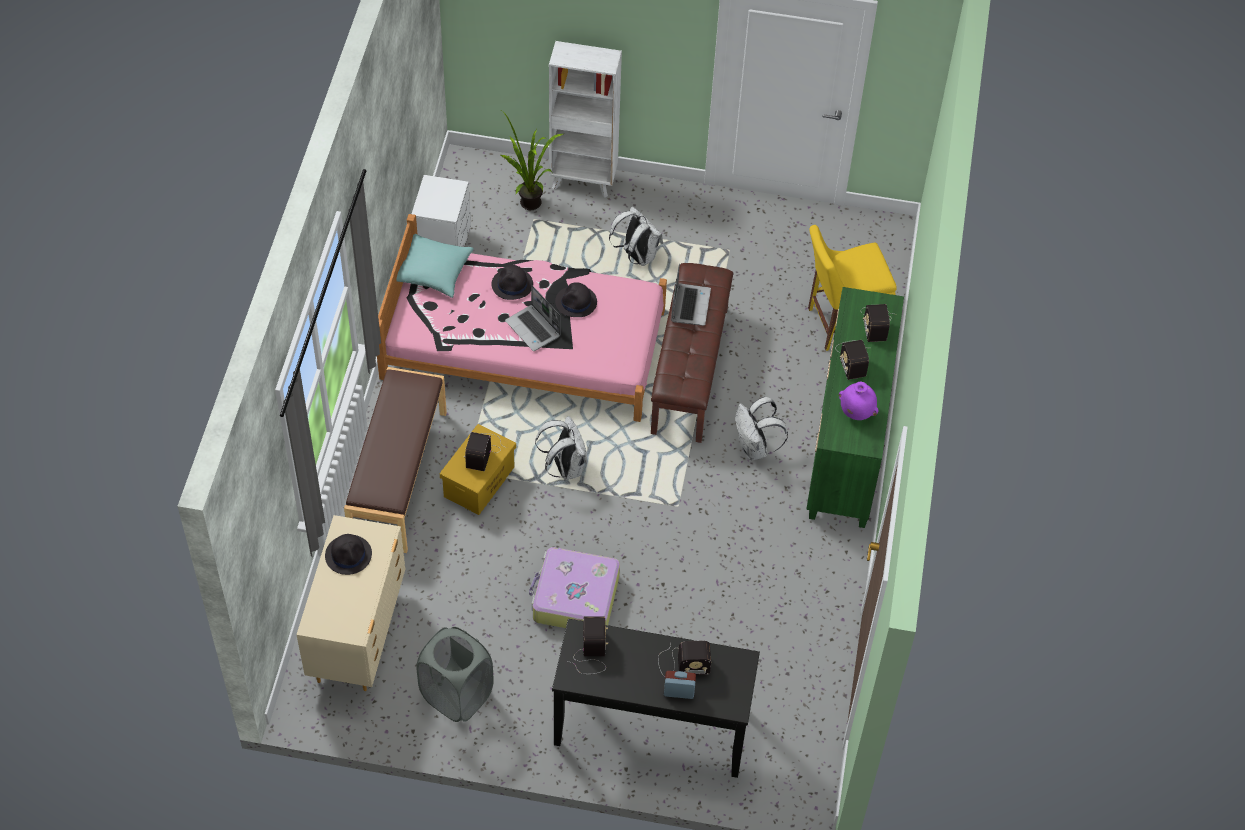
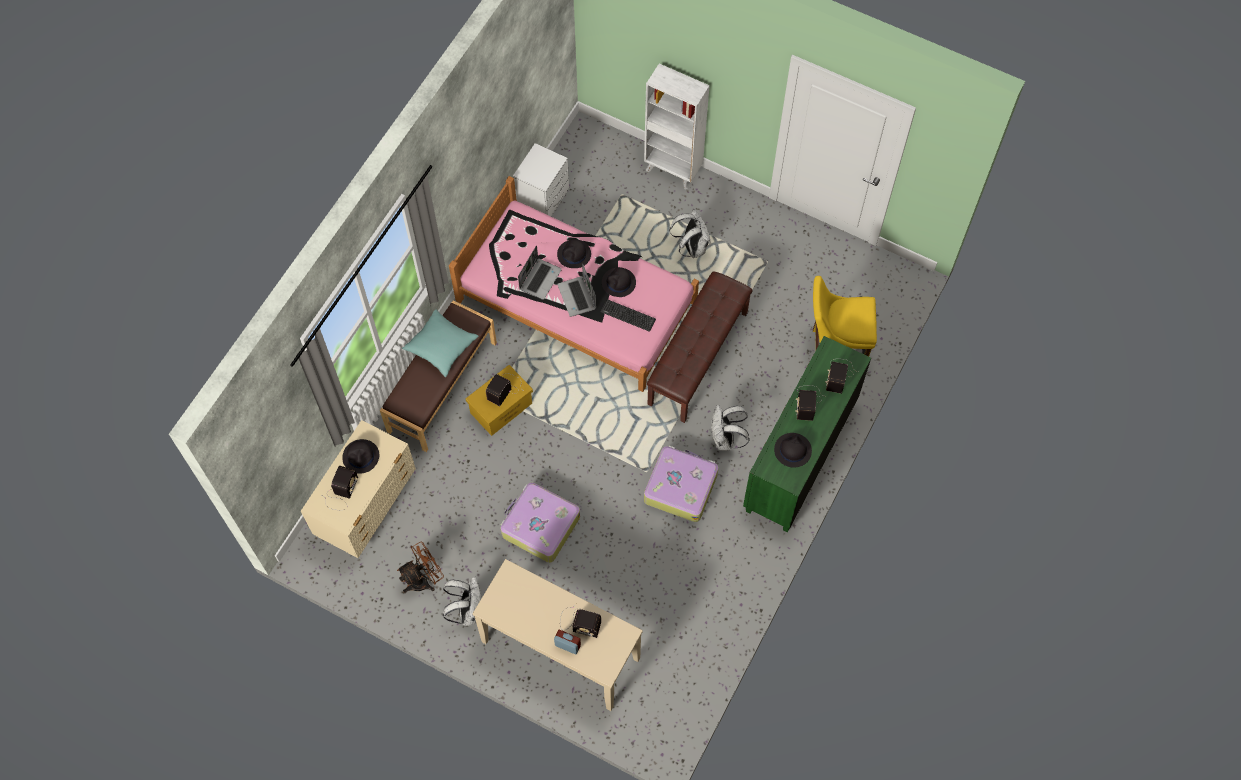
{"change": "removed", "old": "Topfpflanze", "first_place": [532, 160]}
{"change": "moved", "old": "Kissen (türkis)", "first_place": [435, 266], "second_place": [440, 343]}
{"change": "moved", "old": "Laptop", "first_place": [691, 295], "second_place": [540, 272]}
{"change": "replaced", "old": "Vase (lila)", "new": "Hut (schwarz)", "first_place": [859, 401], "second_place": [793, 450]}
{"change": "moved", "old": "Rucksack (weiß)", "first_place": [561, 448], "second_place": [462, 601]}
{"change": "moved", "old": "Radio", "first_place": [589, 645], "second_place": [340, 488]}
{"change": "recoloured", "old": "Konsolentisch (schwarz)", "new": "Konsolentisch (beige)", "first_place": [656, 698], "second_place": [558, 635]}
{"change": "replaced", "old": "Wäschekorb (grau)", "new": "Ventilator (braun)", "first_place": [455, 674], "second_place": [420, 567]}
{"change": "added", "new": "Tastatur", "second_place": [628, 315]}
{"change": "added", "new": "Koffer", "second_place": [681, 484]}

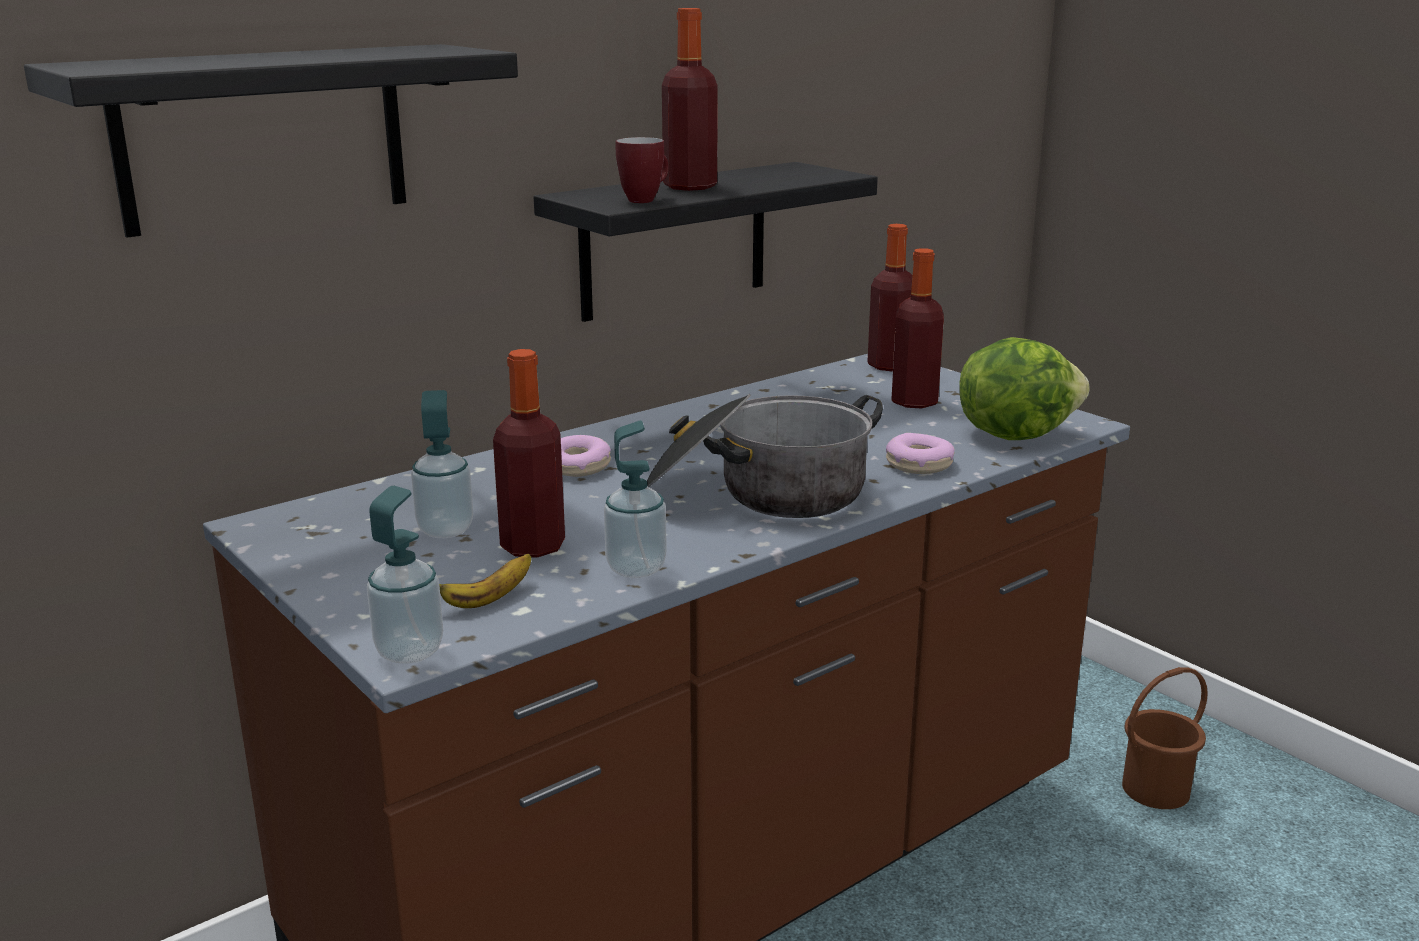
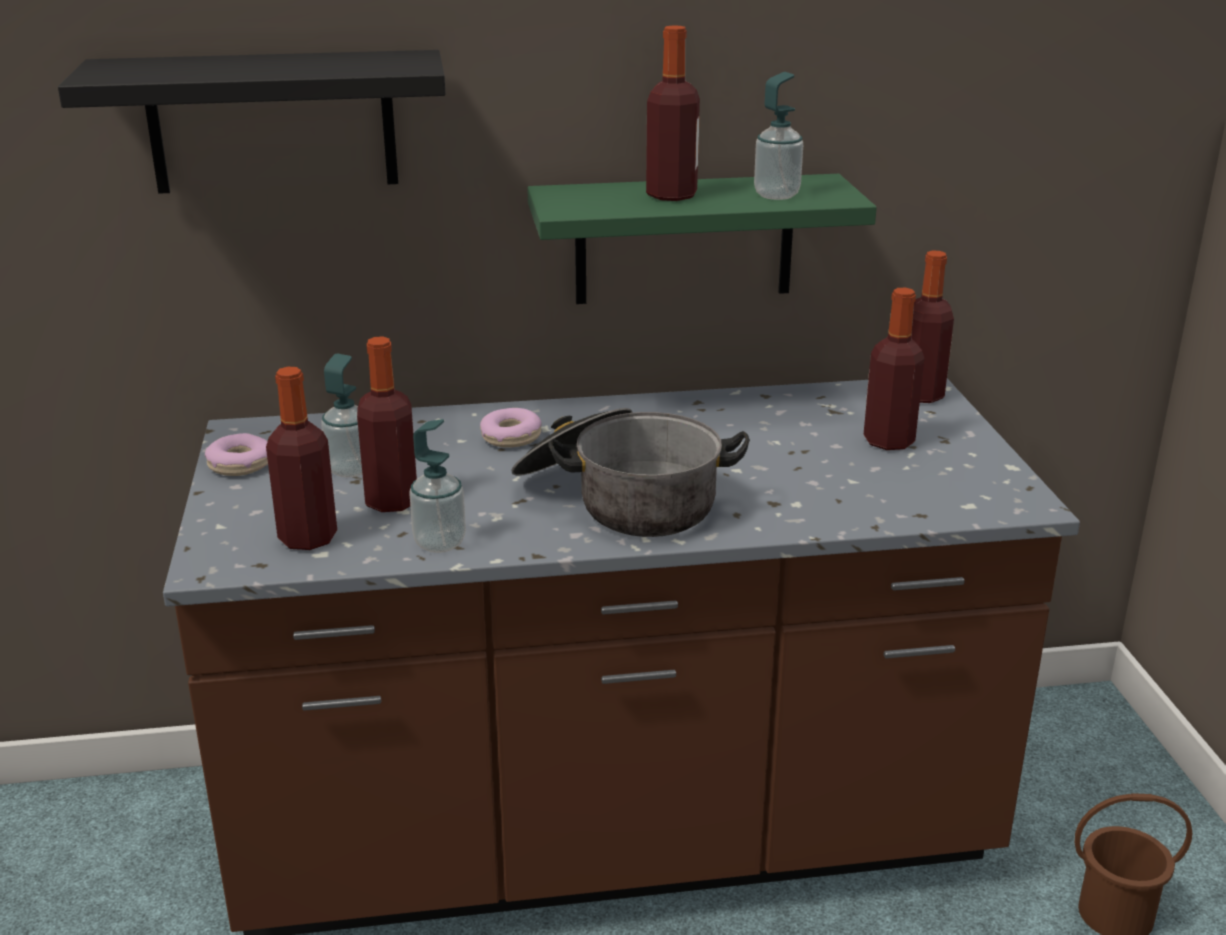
{"change": "removed", "old": "Henkelbecher", "first_place": [642, 170]}
{"change": "recoloured", "old": "Wandregal (schwarz)", "new": "Wandregal (grün)", "first_place": [706, 242], "second_place": [702, 239]}
{"change": "removed", "old": "Salatkopf", "first_place": [1024, 388]}
{"change": "moved", "old": "Donut", "first_place": [920, 453], "second_place": [236, 454]}
{"change": "moved", "old": "Seifenspender", "first_place": [405, 575], "second_place": [778, 136]}
{"change": "replaced", "old": "Banane", "new": "Flasche", "first_place": [485, 581], "second_place": [301, 458]}

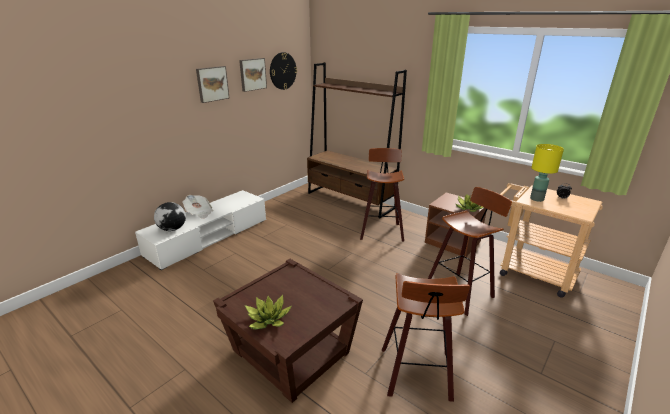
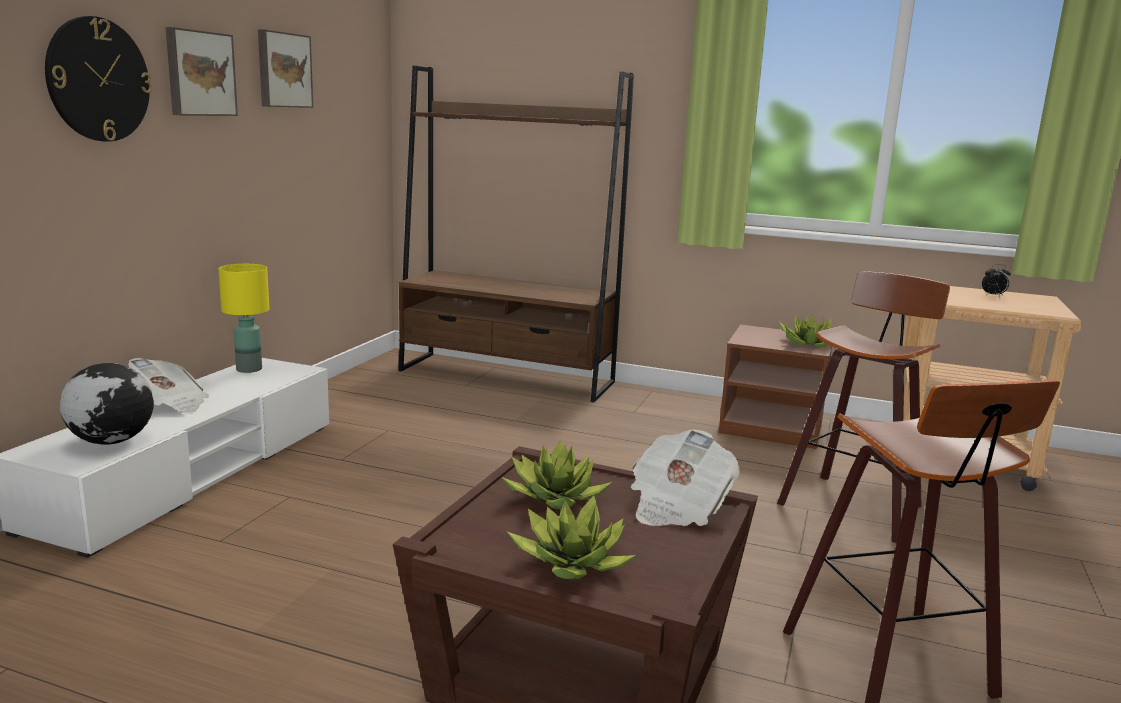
{"change": "moved", "old": "Wanduhr", "first_place": [283, 71], "second_place": [98, 79]}
{"change": "moved", "old": "Tischlampe (gelb)", "first_place": [547, 173], "second_place": [243, 318]}
{"change": "removed", "old": "Hocker", "first_place": [382, 194]}
{"change": "added", "new": "Zeitung", "second_place": [685, 477]}
{"change": "added", "new": "Topfpflanze", "second_place": [557, 474]}

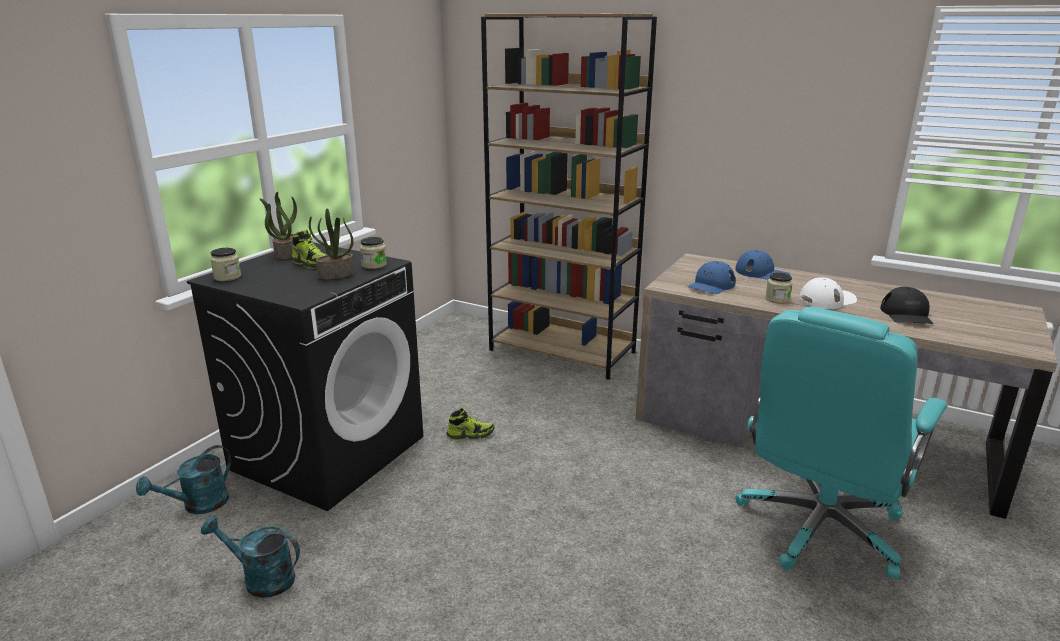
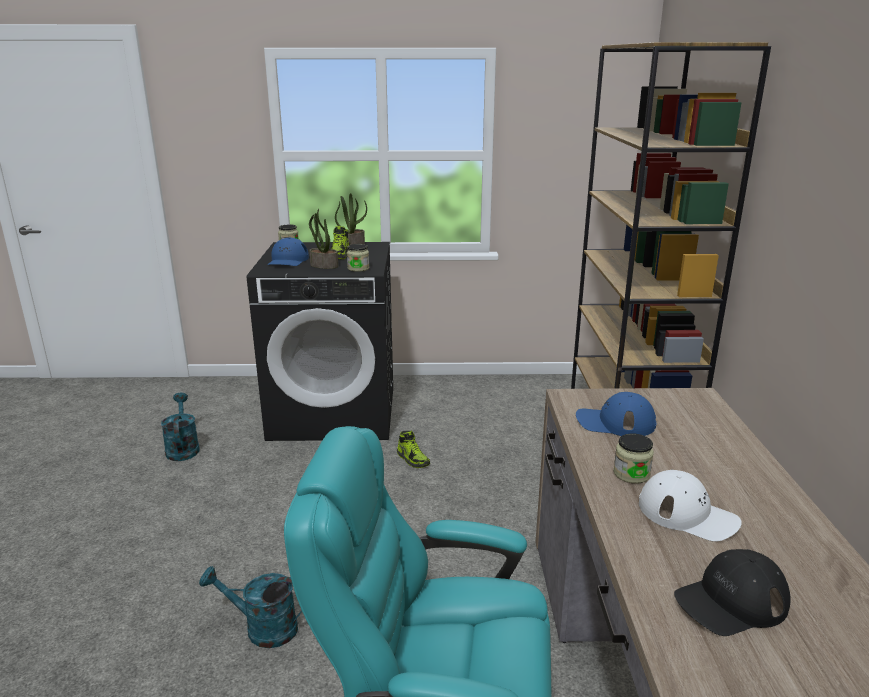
{"change": "moved", "old": "Kappe (blau)", "first_place": [762, 265], "second_place": [288, 252]}
{"change": "moved", "old": "Gießkanne (türkis)", "first_place": [183, 479], "second_place": [250, 607]}

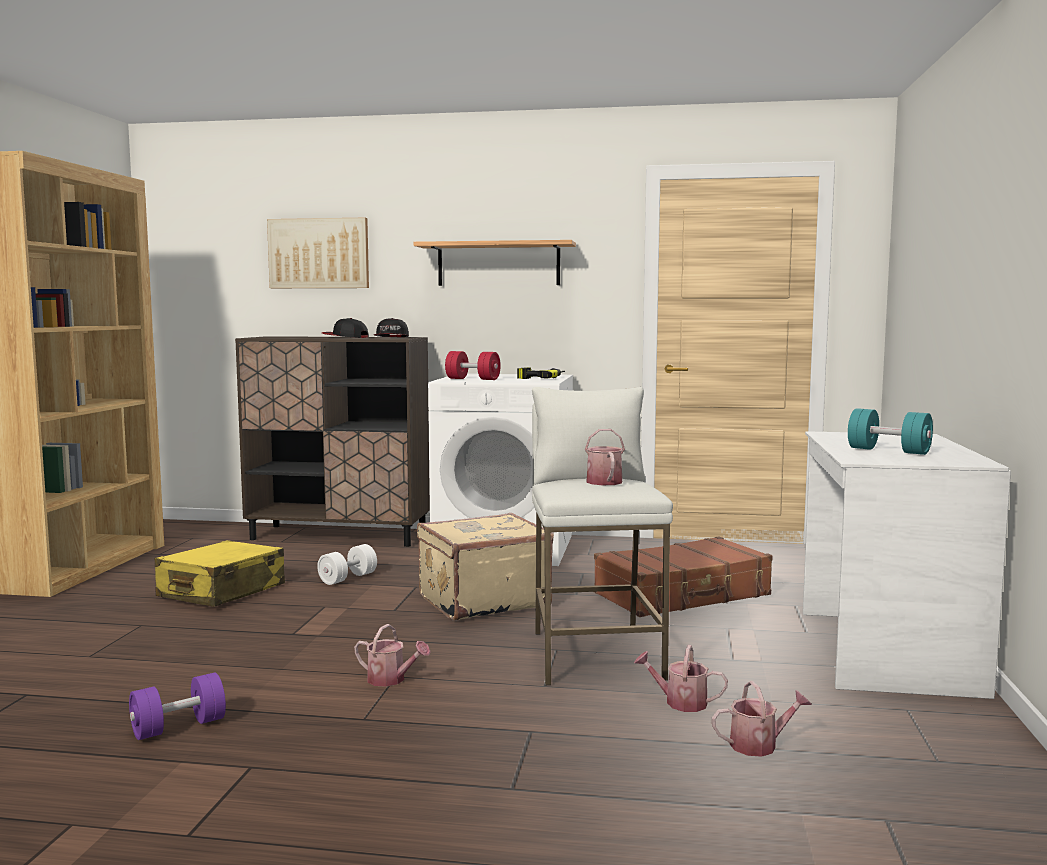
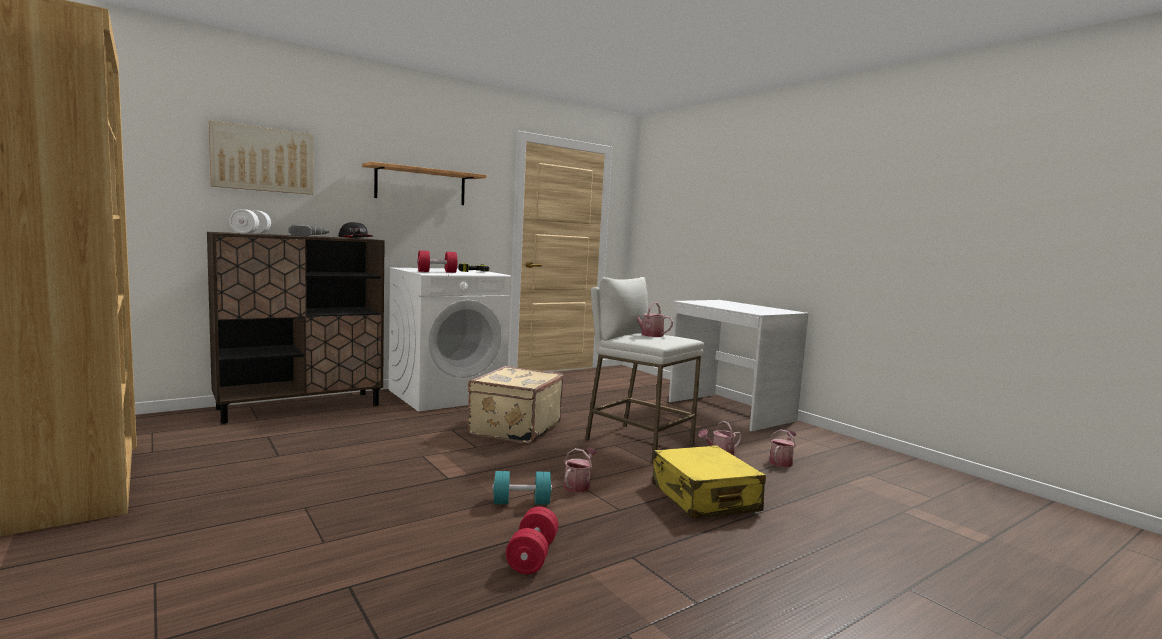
{"change": "replaced", "old": "Kappe", "new": "Bohrmaschine", "first_place": [345, 328], "second_place": [309, 230]}
{"change": "moved", "old": "Hantel (türkis)", "first_place": [890, 431], "second_place": [522, 488]}
{"change": "removed", "old": "Koffer (braun)", "first_place": [683, 576]}
{"change": "moved", "old": "Koffer (gelb)", "first_place": [220, 573], "second_place": [709, 482]}
{"change": "moved", "old": "Hantel (weiß)", "first_place": [347, 564], "second_place": [250, 221]}
{"change": "turned", "old": "Gießkanne", "first_place": [392, 655], "second_place": [580, 470], "degrees": -45}
{"change": "recoloured", "old": "Hantel (lila)", "new": "Hantel (rot)", "first_place": [177, 706], "second_place": [531, 540]}

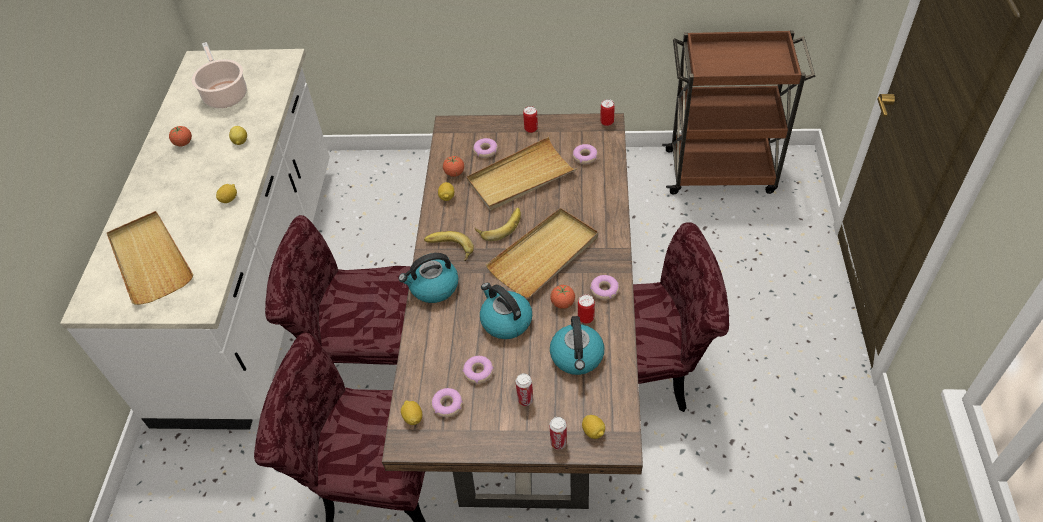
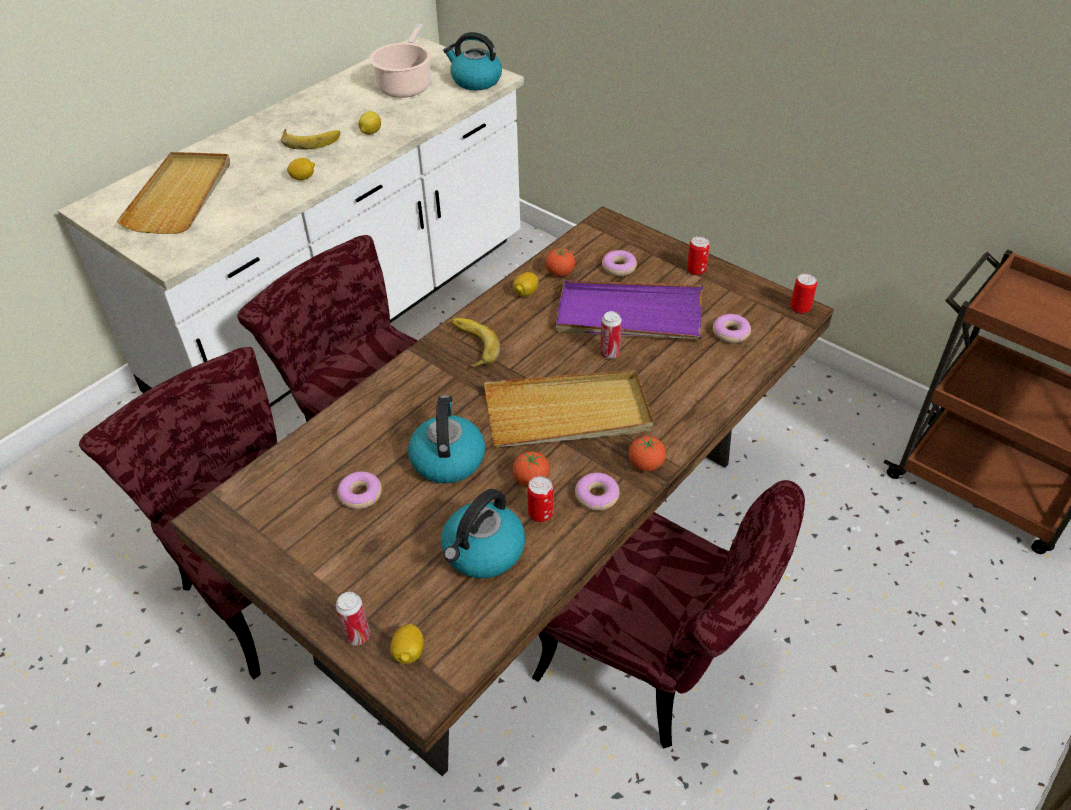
{"change": "moved", "old": "Tomate", "first_place": [180, 136], "second_place": [647, 453]}
{"change": "recoloured", "old": "Tablett (beige)", "new": "Tablett (lila)", "first_place": [522, 173], "second_place": [629, 309]}
{"change": "moved", "old": "Banane", "first_place": [498, 224], "second_place": [310, 139]}
{"change": "moved", "old": "Wasserkessel", "first_place": [428, 278], "second_place": [472, 61]}
{"change": "moved", "old": "Dose", "first_place": [524, 389], "second_place": [611, 335]}
{"change": "removed", "old": "Donut", "first_place": [447, 402]}
{"change": "removed", "old": "Zitrone", "first_place": [411, 412]}

